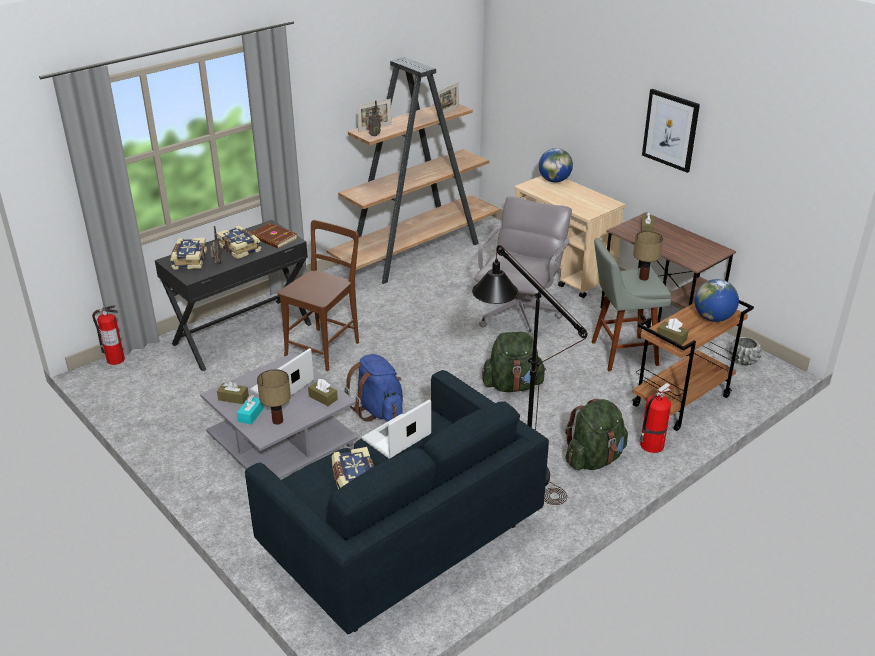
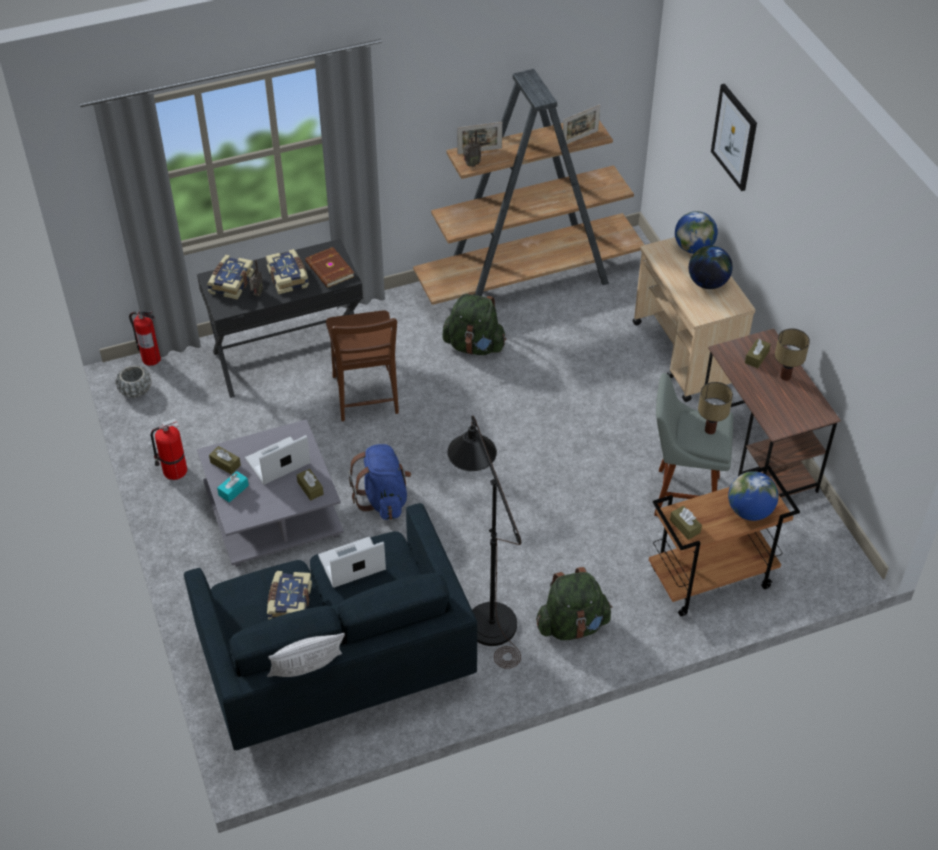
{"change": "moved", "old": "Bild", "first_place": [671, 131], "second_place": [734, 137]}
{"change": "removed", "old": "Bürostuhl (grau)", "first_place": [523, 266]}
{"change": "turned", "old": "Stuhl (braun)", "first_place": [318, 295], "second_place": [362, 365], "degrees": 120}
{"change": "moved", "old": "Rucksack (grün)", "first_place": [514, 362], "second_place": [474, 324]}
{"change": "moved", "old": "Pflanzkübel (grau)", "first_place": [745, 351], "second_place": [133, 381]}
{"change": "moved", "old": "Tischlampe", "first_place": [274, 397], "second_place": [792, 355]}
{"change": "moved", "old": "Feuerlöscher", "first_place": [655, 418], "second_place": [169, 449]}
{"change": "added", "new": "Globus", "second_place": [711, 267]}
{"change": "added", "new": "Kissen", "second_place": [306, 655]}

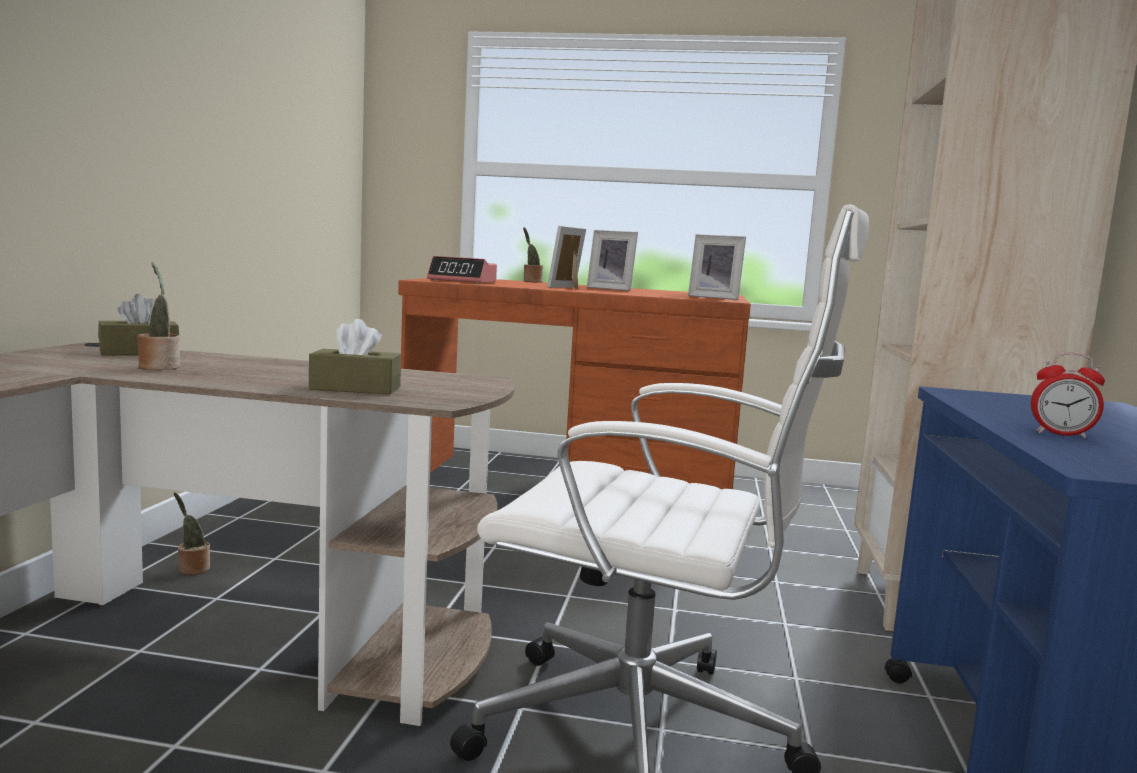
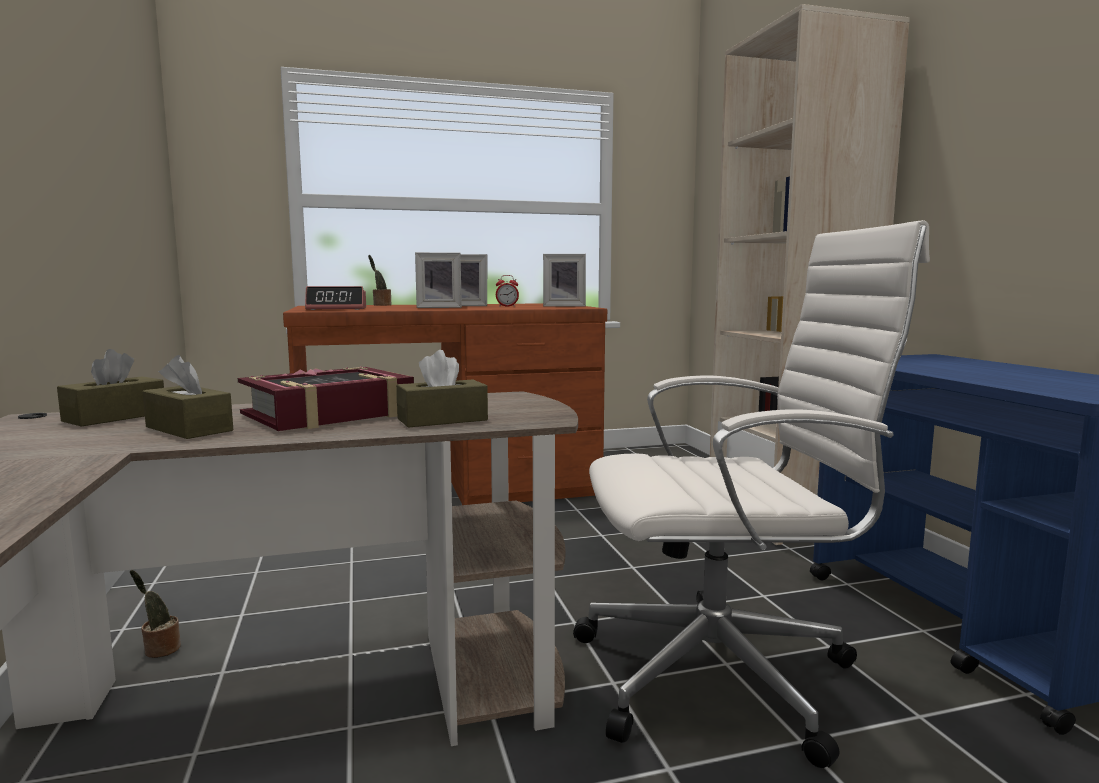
{"change": "turned", "old": "Bilderrahmen", "first_place": [566, 257], "second_place": [438, 280], "degrees": -105}
{"change": "replaced", "old": "Topfpflanze", "new": "Taschentuchbox (braun)", "first_place": [158, 316], "second_place": [187, 397]}
{"change": "moved", "old": "Wecker", "first_place": [1068, 395], "second_place": [507, 291]}
{"change": "added", "new": "Buch", "second_place": [326, 398]}

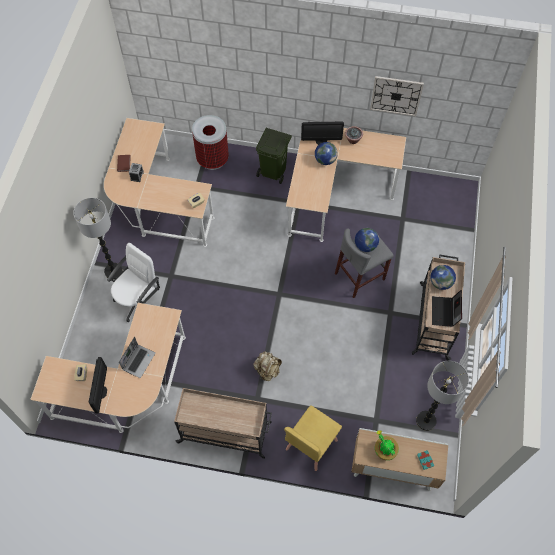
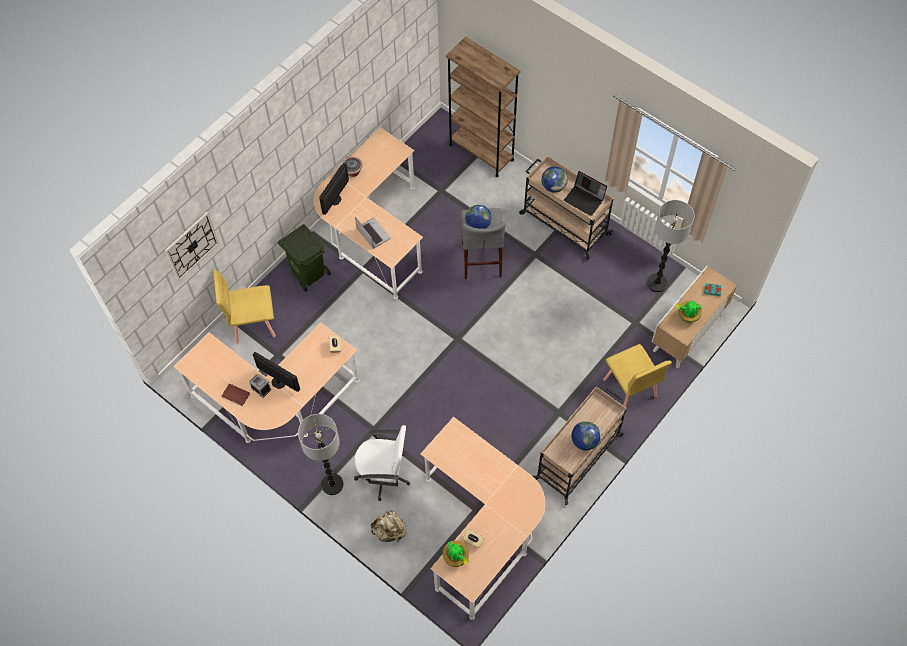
{"change": "moved", "old": "Wanduhr", "first_place": [397, 96], "second_place": [192, 246]}
{"change": "replaced", "old": "Mülleimer", "new": "Stuhl (gelb)", "first_place": [210, 142], "second_place": [244, 307]}
{"change": "moved", "old": "Globus", "first_place": [326, 153], "second_place": [586, 435]}
{"change": "turned", "old": "Bürostuhl (weiß)", "first_place": [133, 282], "second_place": [382, 463], "degrees": 120}
{"change": "moved", "old": "Laptop", "first_place": [137, 357], "second_place": [372, 233]}
{"change": "moved", "old": "Rucksack (beige)", "first_place": [267, 366], "second_place": [389, 526]}
{"change": "moved", "old": "Monitor", "first_place": [97, 385], "second_place": [276, 372]}
{"change": "added", "new": "Bücherregal (braun)", "second_place": [483, 107]}
{"change": "added", "new": "Topfpflanze", "second_place": [456, 554]}

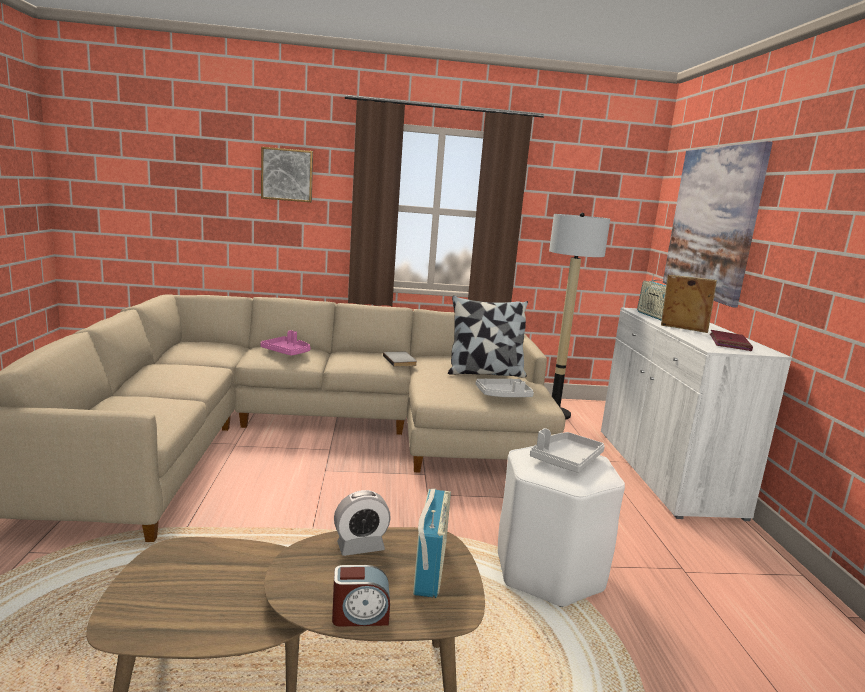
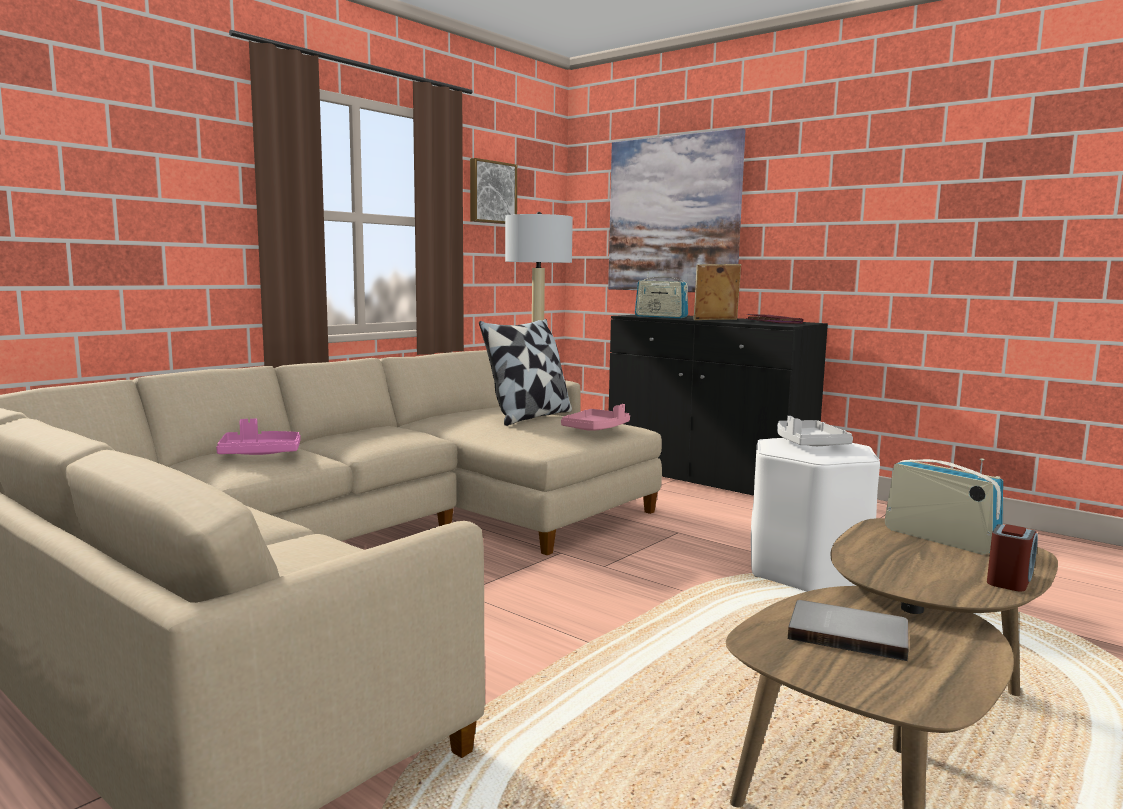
{"change": "moved", "old": "Bild", "first_place": [287, 174], "second_place": [493, 191]}
{"change": "recoloured", "old": "Schrank (weiß)", "new": "Schrank (schwarz)", "first_place": [696, 414], "second_place": [718, 405]}
{"change": "moved", "old": "Buch (grau)", "first_place": [400, 359], "second_place": [848, 630]}
{"change": "recoloured", "old": "Tablett (grau)", "new": "Tablett (rosa)", "first_place": [505, 387], "second_place": [595, 417]}
{"change": "removed", "old": "Wecker", "first_place": [362, 523]}

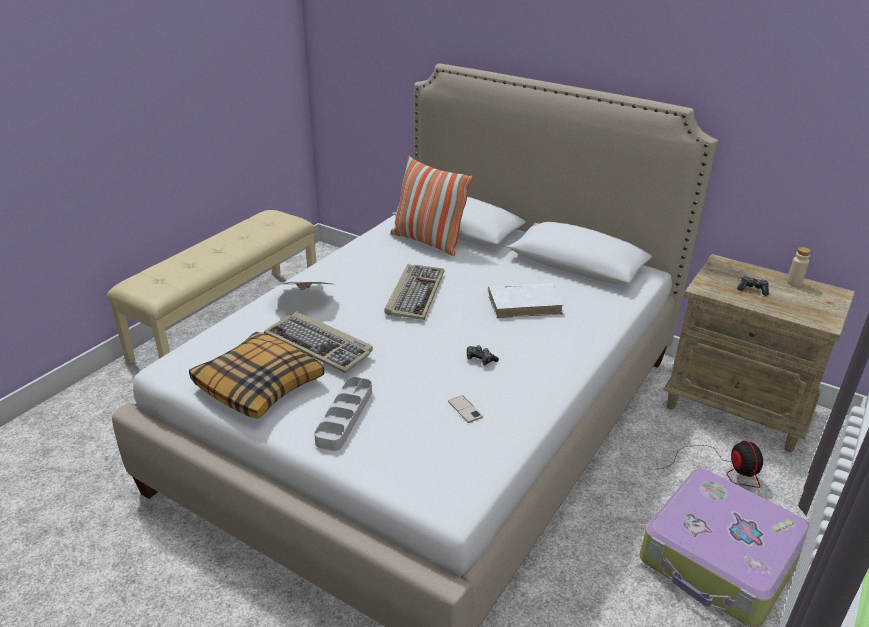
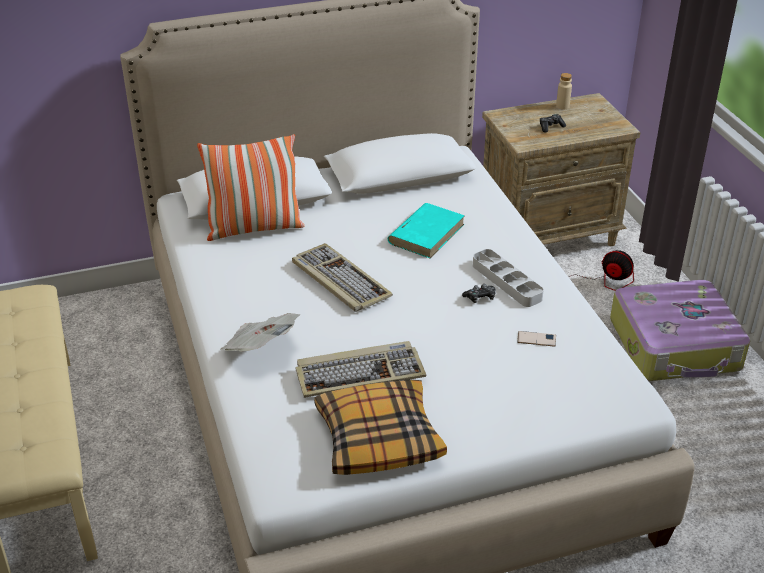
{"change": "recoloured", "old": "Buch (weiß)", "new": "Buch (türkis)", "first_place": [525, 300], "second_place": [426, 230]}
{"change": "moved", "old": "Tablett (grau)", "first_place": [343, 414], "second_place": [508, 278]}

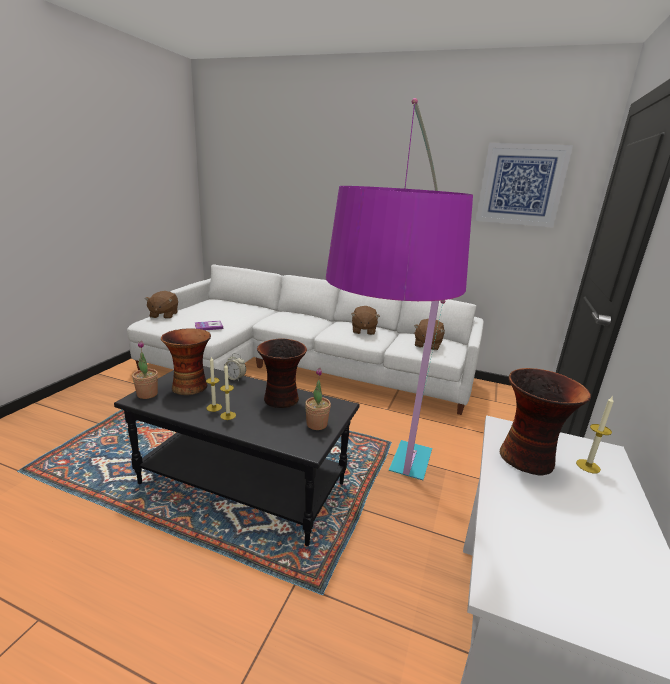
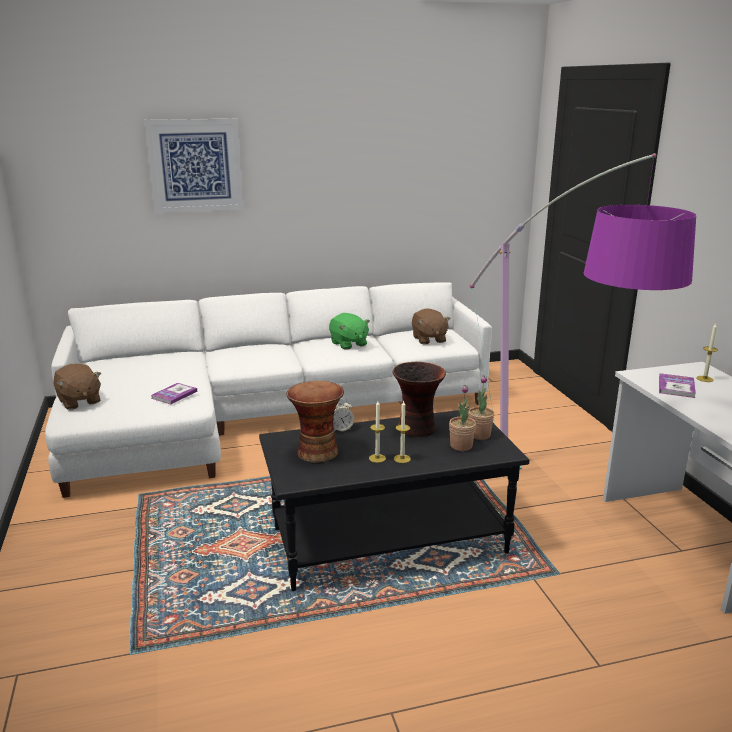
{"change": "moved", "old": "Bild", "first_place": [524, 185], "second_place": [194, 166]}
{"change": "recoloured", "old": "Plüschtier (braun)", "new": "Plüschtier (grün)", "first_place": [365, 320], "second_place": [349, 331]}
{"change": "moved", "old": "Topfpflanze", "first_place": [145, 369], "second_place": [462, 418]}
{"change": "replaced", "old": "Vase", "new": "Buch", "first_place": [545, 421], "second_place": [677, 385]}

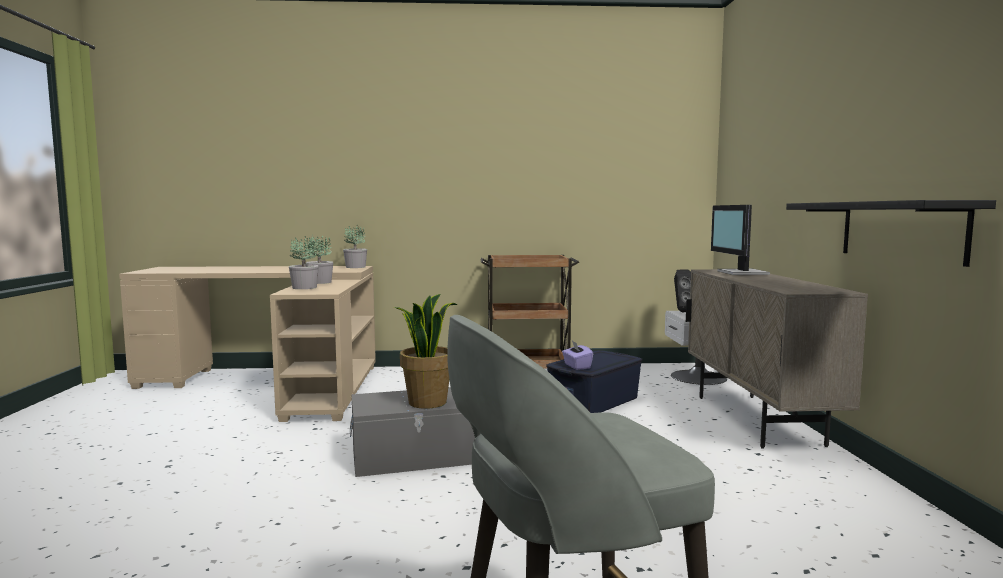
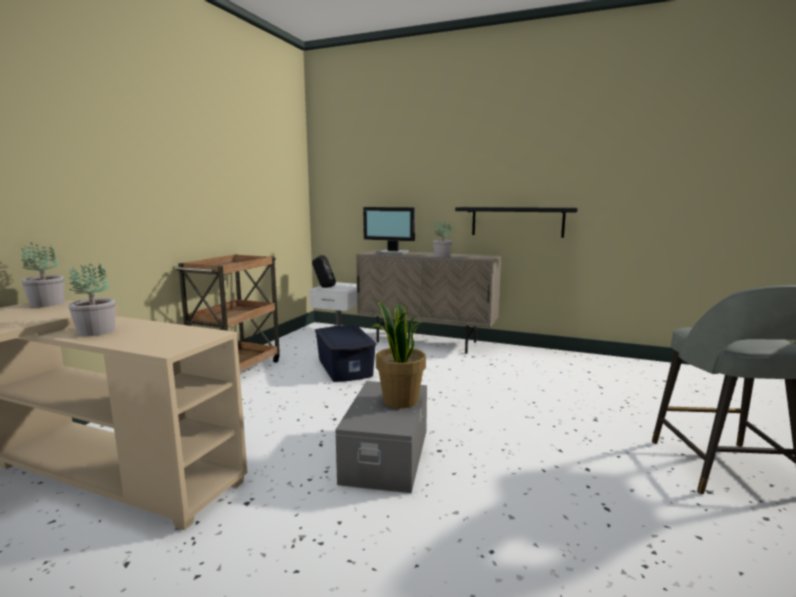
{"change": "moved", "old": "Topfpflanze", "first_place": [304, 262], "second_place": [442, 239]}
{"change": "removed", "old": "Taschentuchbox (lila)", "first_place": [577, 355]}

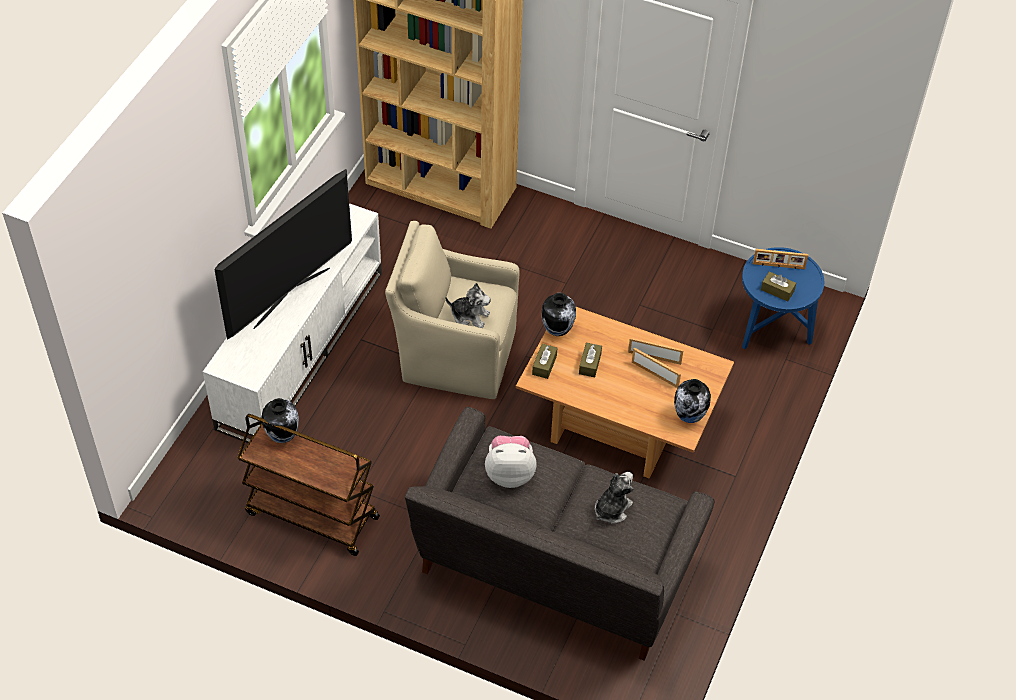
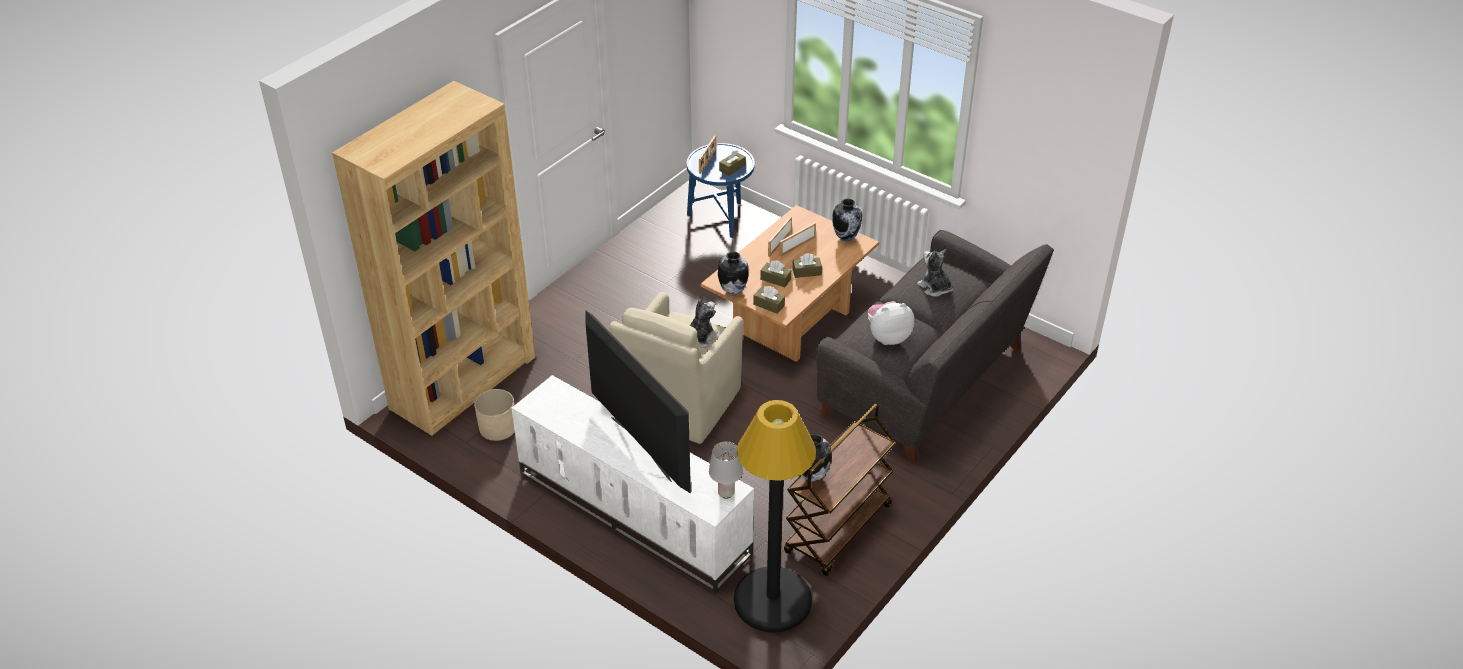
{"change": "turned", "old": "Plüschtier", "first_place": [511, 462], "second_place": [891, 323], "degrees": 60}
{"change": "added", "new": "Taschentuchbox (braun)", "second_place": [807, 265]}
{"change": "added", "new": "Pflanzkübel (beige)", "second_place": [494, 415]}
{"change": "added", "new": "Stehlampe (schwarz)", "second_place": [775, 516]}
{"change": "added", "new": "Tischlampe (grau)", "second_place": [726, 470]}

